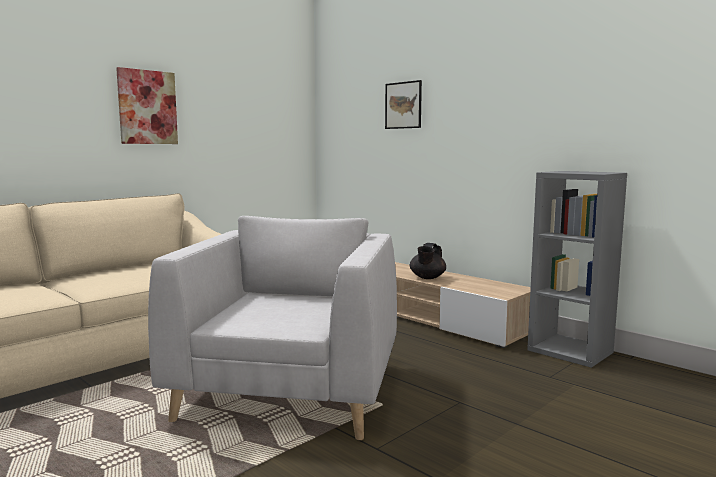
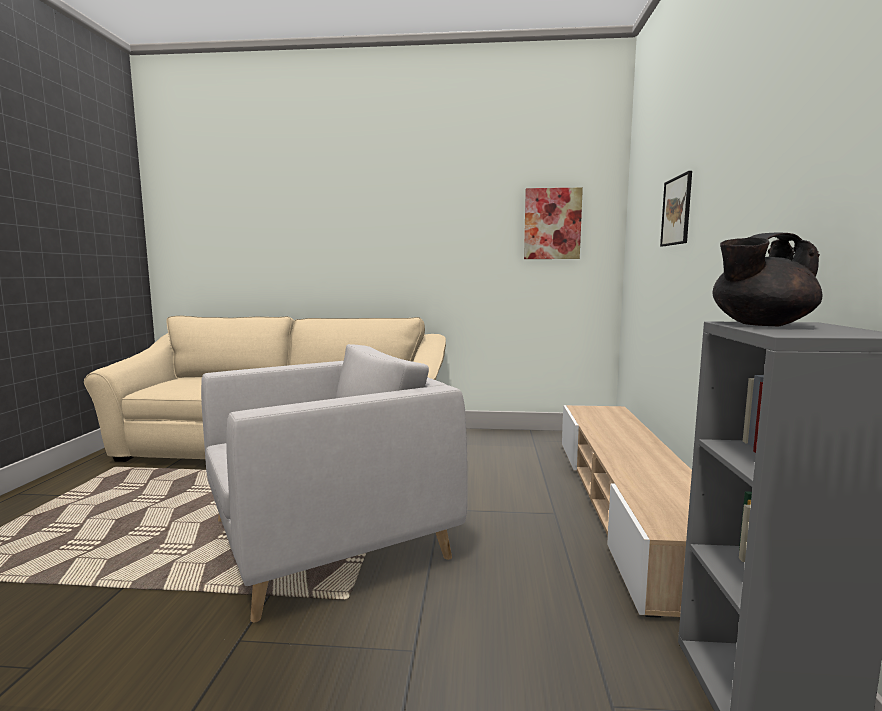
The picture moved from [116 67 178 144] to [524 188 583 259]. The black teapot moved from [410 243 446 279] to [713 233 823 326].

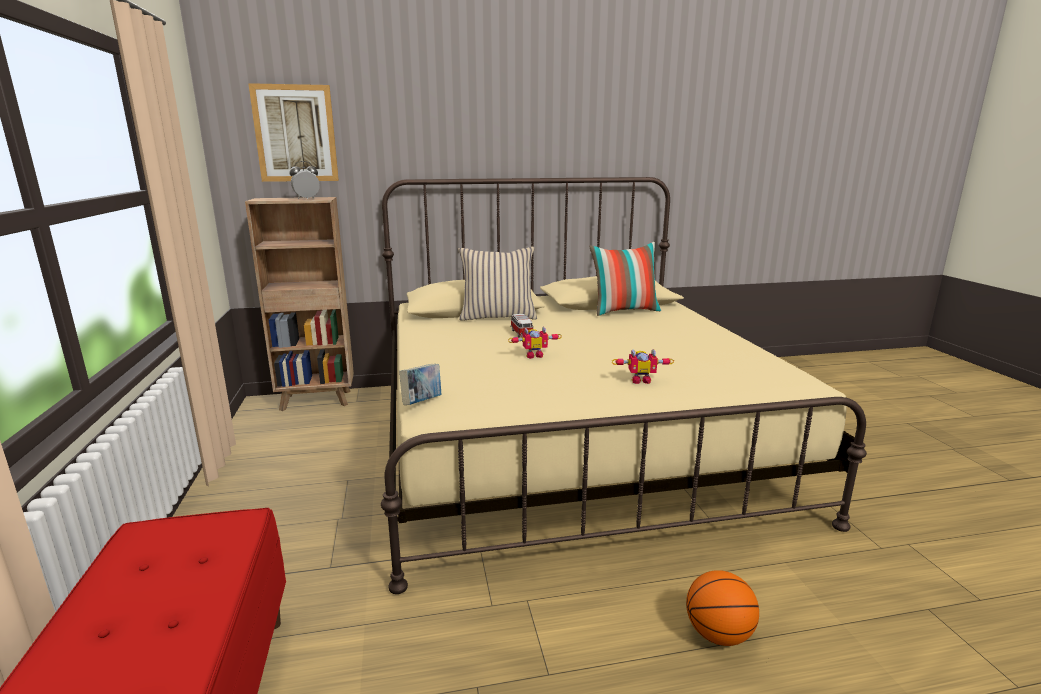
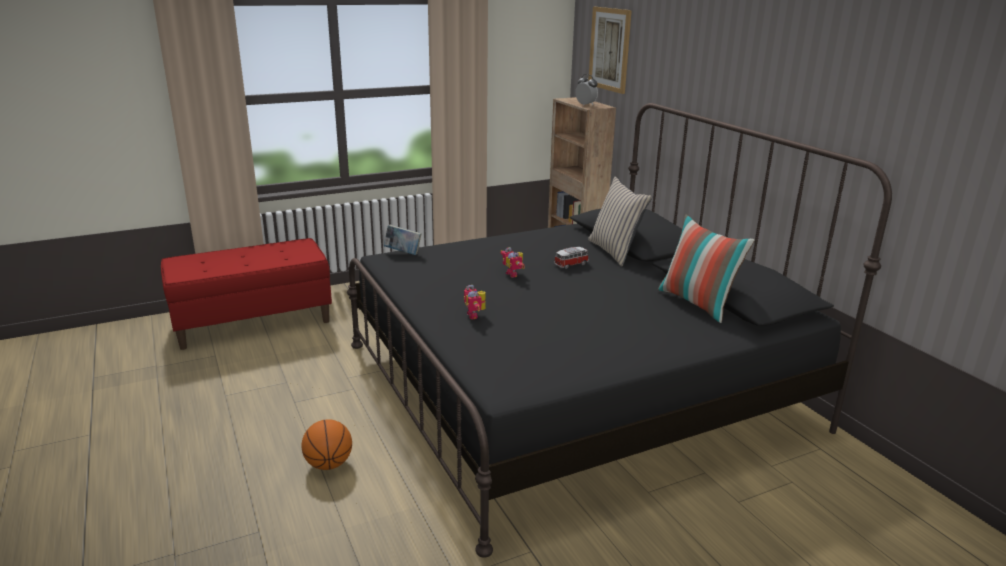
The beige bed at [381 177 867 594] became the black bed at [347 103 892 558].

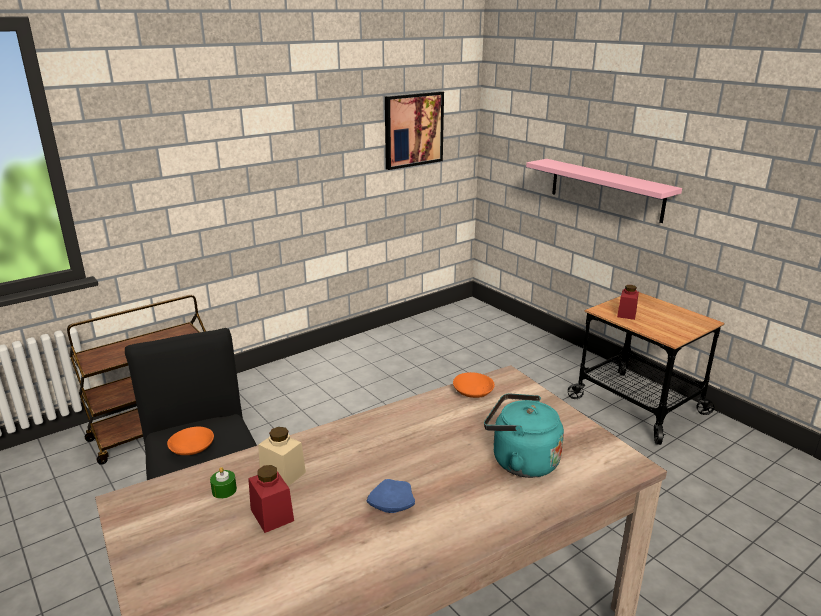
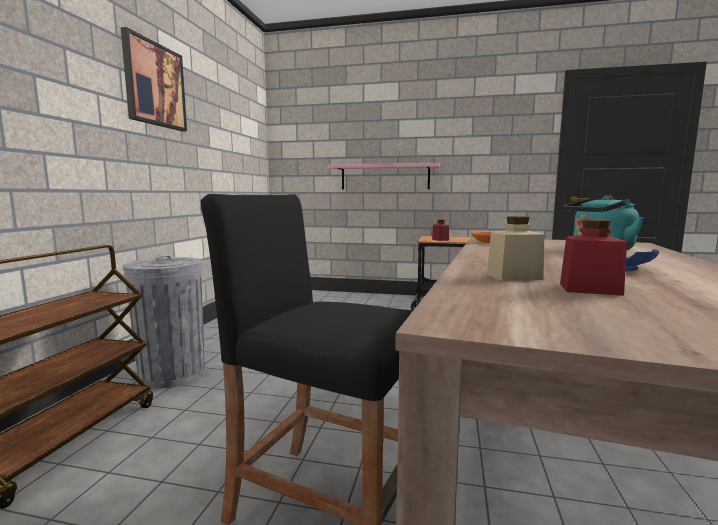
The picture moved from [385 91 444 170] to [121 27 187 131]. The orange bowl at [167 427 214 455] disappeared. The green candle at [210 467 237 499] disappeared. The grey trash can at [123 256 205 389] appeared.

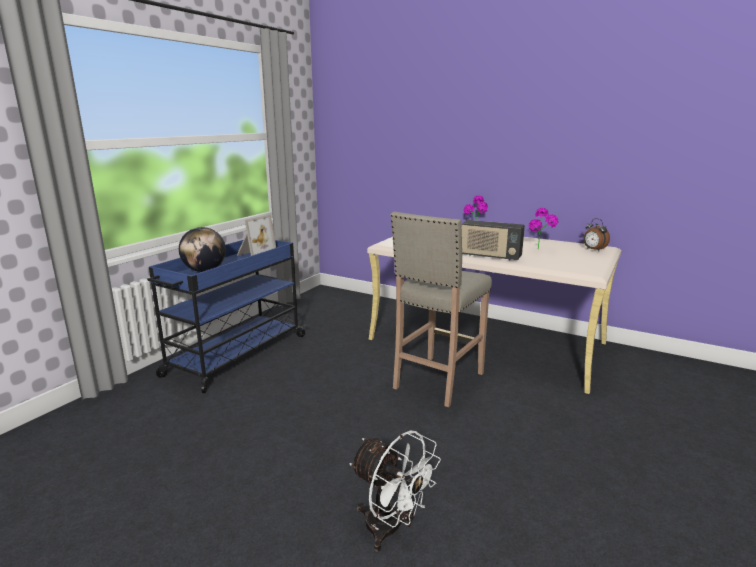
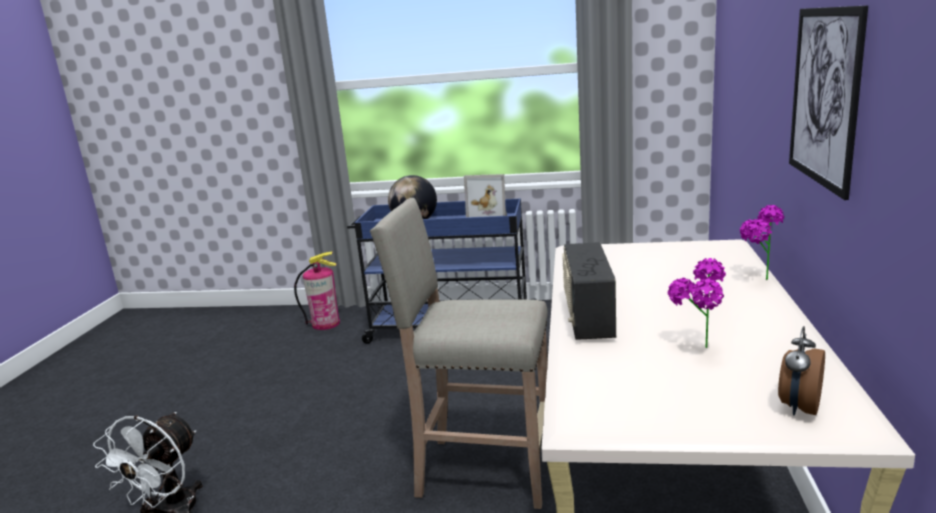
The picture at [789 5 868 200] appeared. The fire extinguisher at [294 252 340 330] appeared.

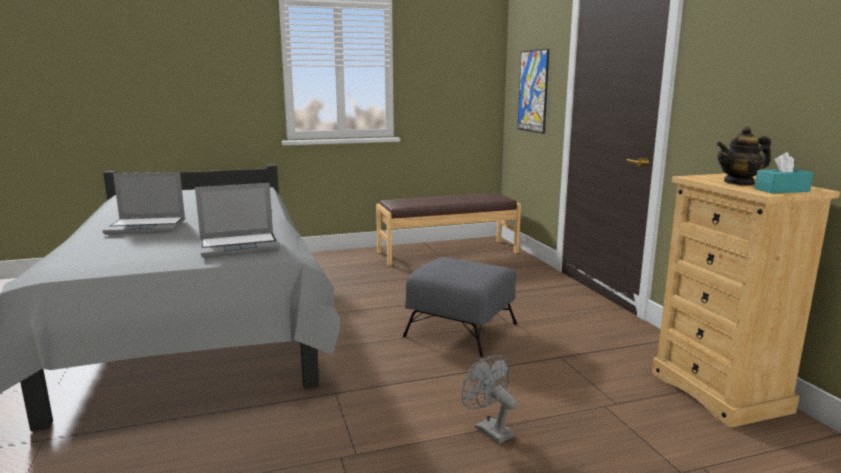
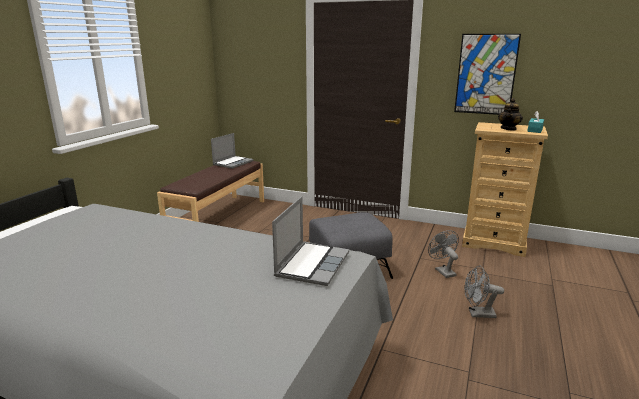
The picture moved from [517 49 549 134] to [454 34 521 115]. The laptop moved from [102 172 185 235] to [211 133 254 169]. The grey fan at [428 230 459 278] appeared.

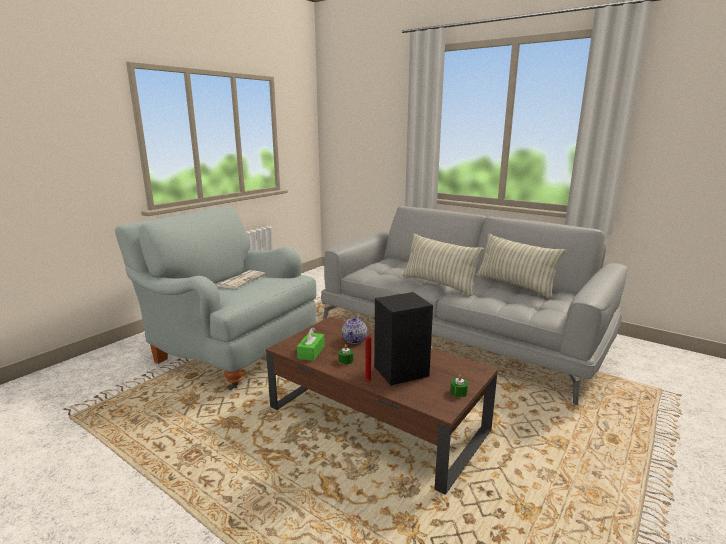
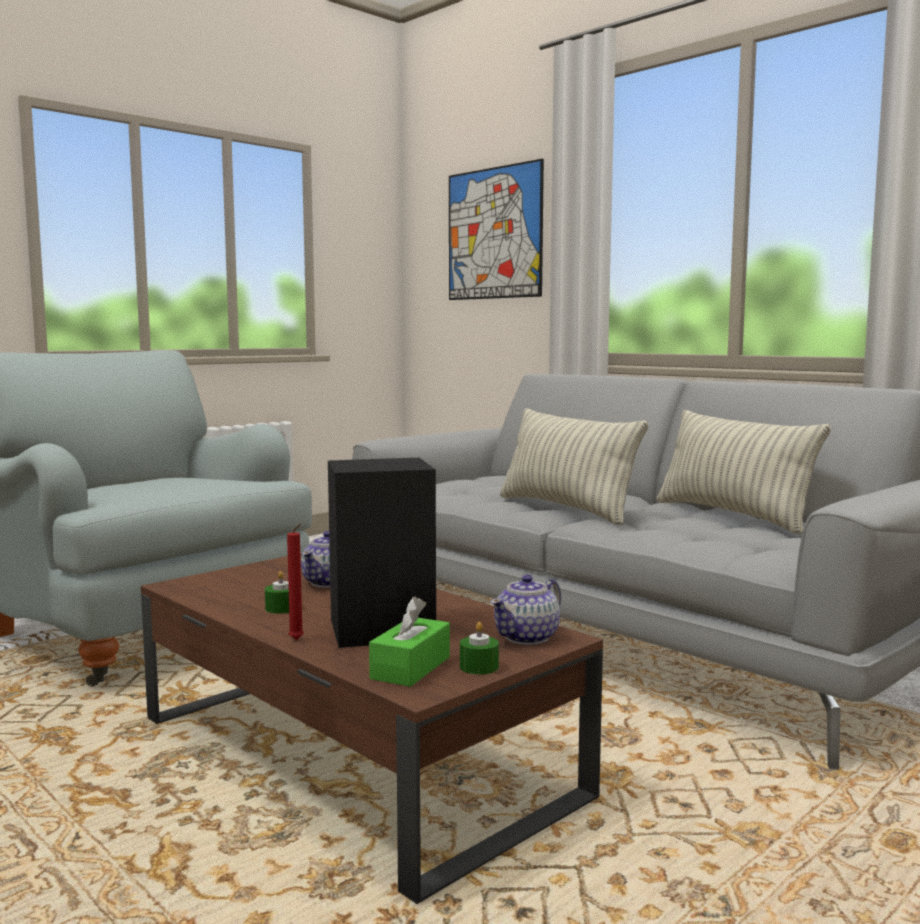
The newspaper at [218 270 265 289] disappeared. The green tissue box moved from [297 327 325 361] to [369 596 450 687]. The picture at [449 159 544 300] appeared. The teapot at [490 575 561 645] appeared.

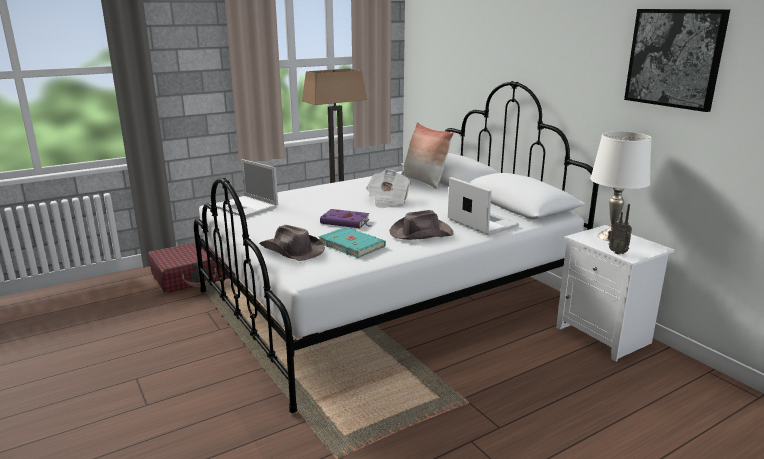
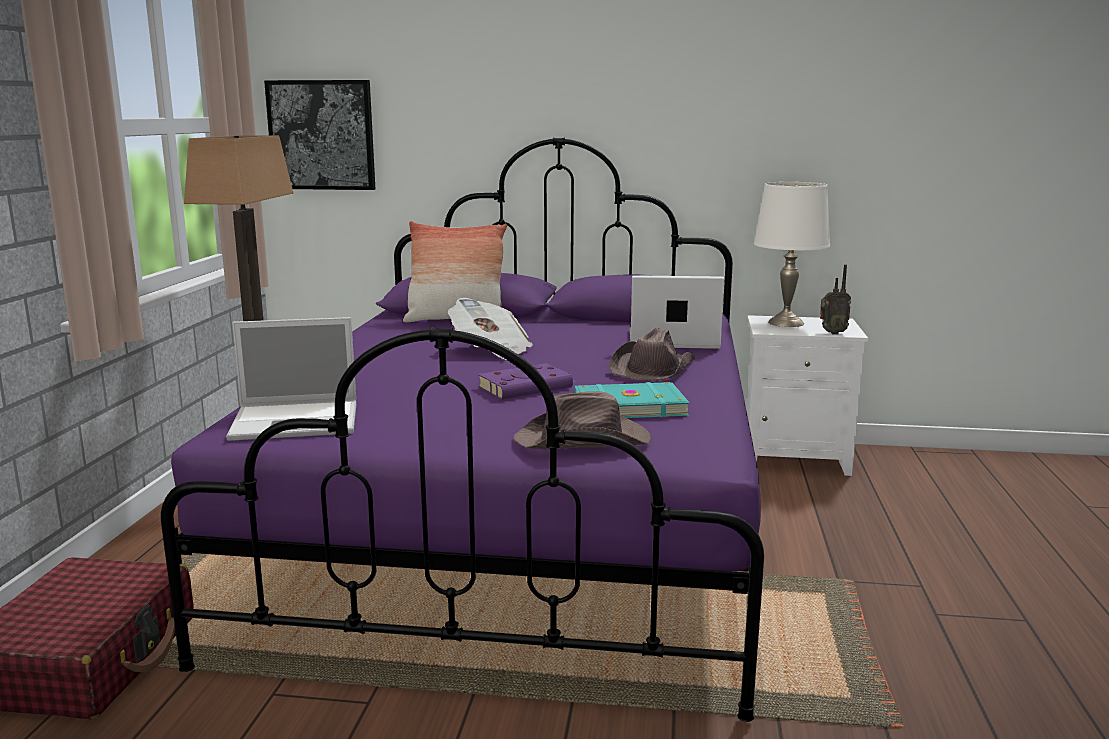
The picture moved from [624 9 730 112] to [264 80 375 190]. The white bed at [194 81 599 413] became the purple bed at [161 137 764 722].

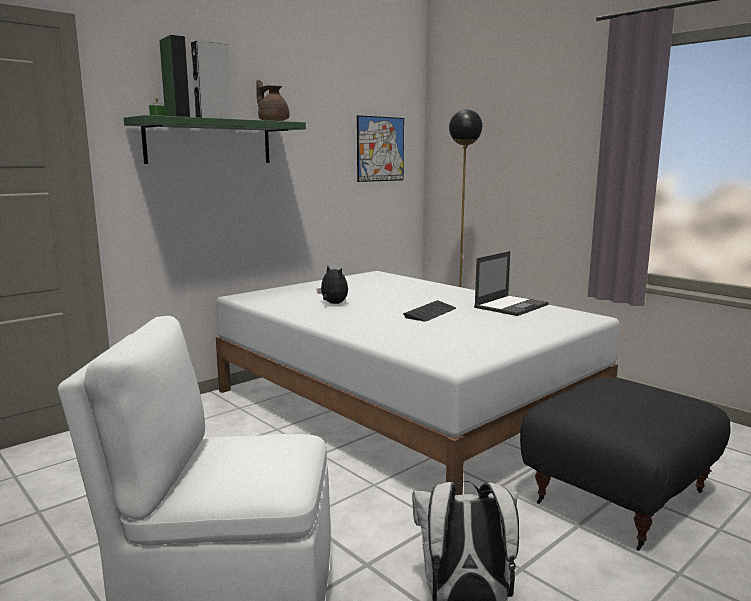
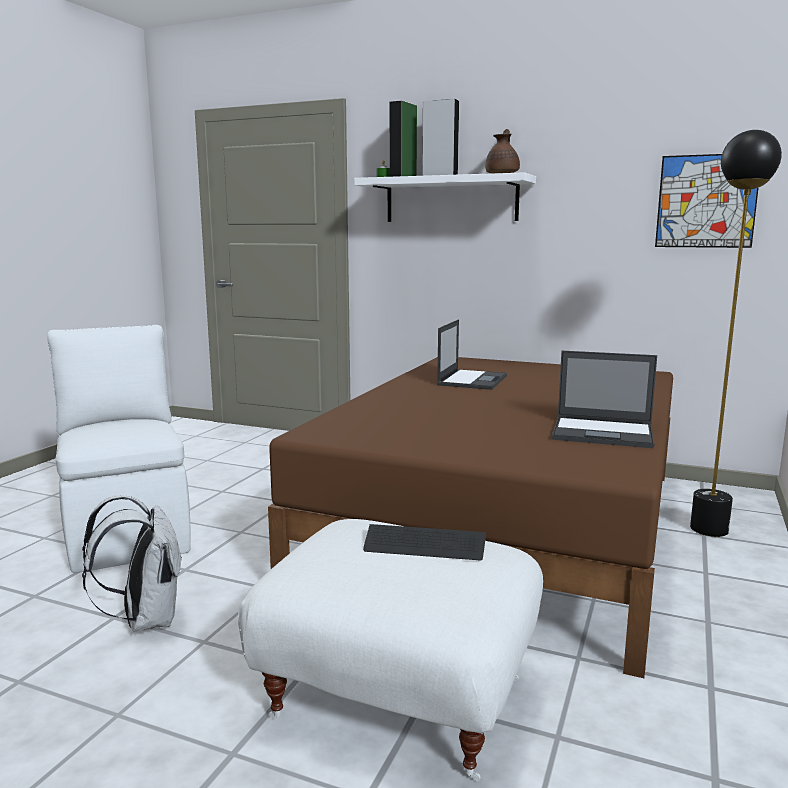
The green shelf at [124 115 306 164] became the white shelf at [354 172 536 222]. The plush toy at [317 266 348 304] was replaced by the laptop at [437 319 507 390]. The white bed at [216 271 620 495] became the brown bed at [268 357 673 678]. The keyboard moved from [403 300 456 322] to [363 524 486 560]. The black ottoman at [520 377 730 551] became the white ottoman at [238 519 543 782].

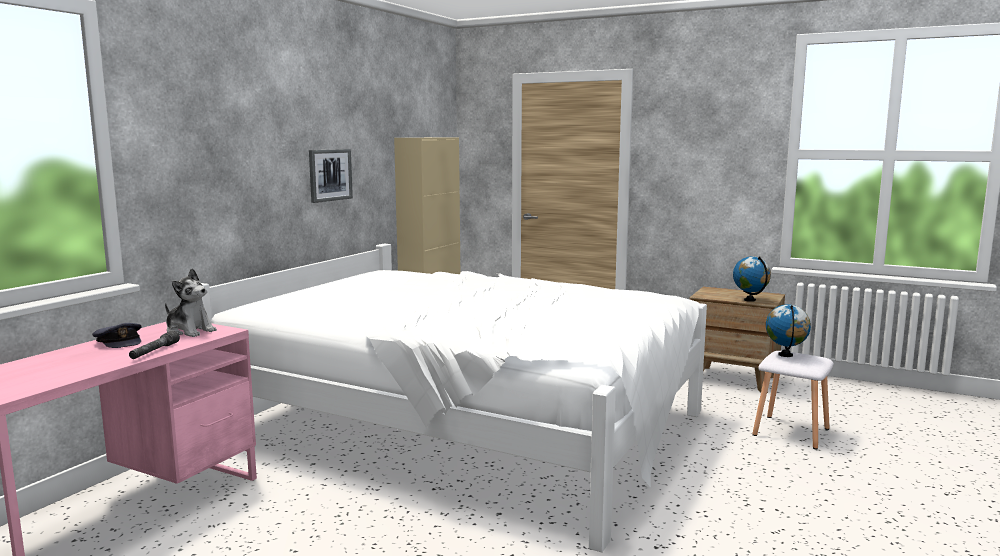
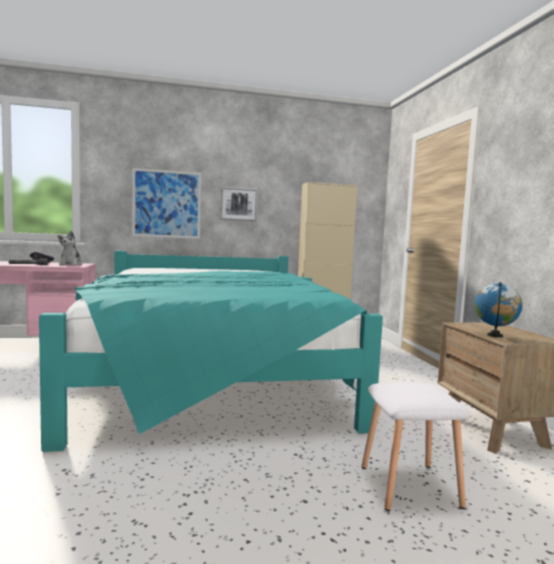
The white bed at [201 244 707 552] became the turquoise bed at [39 251 383 452]. The globe at [766 304 811 357] disappeared. The picture at [132 168 201 239] appeared.

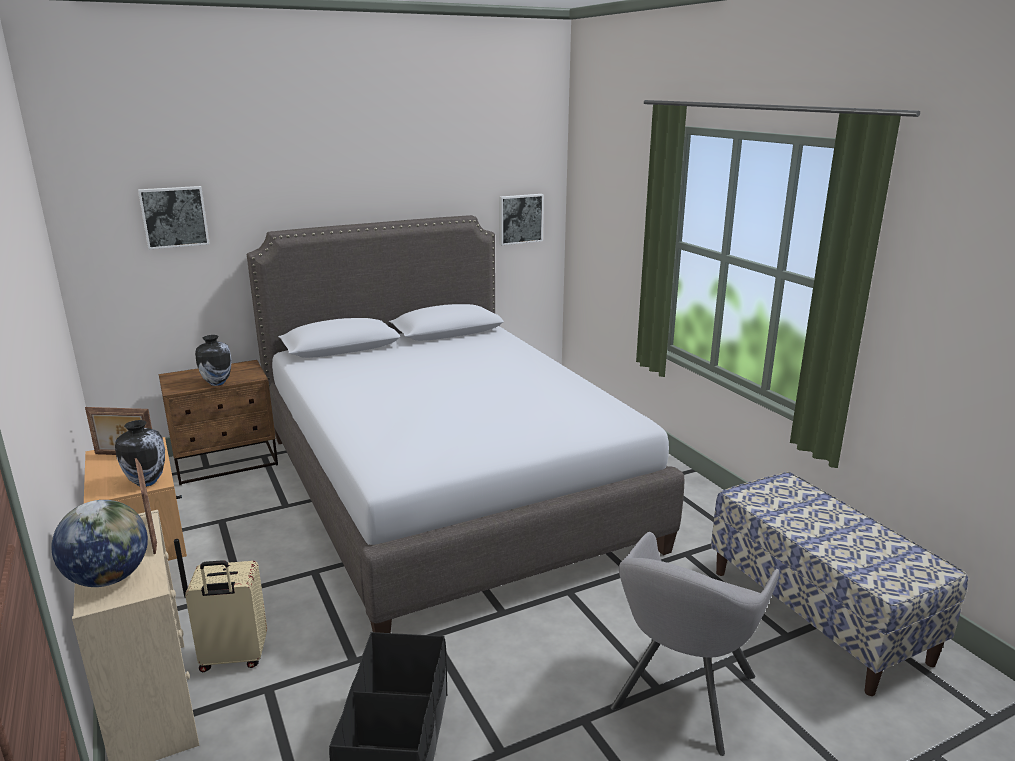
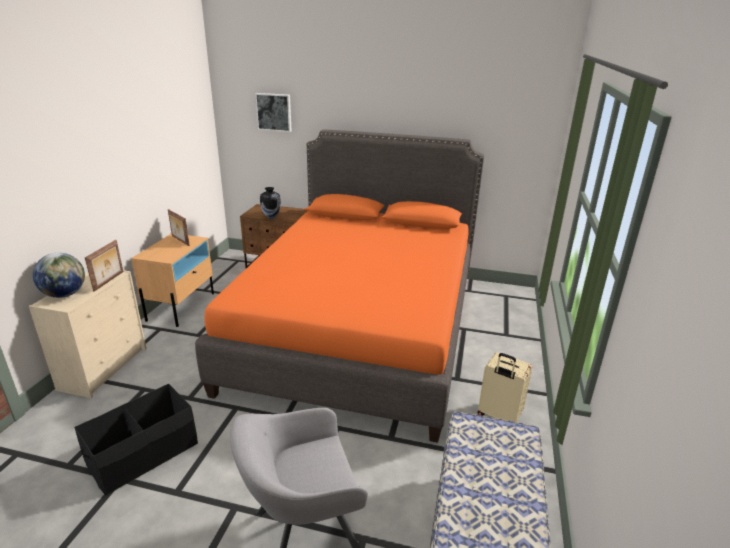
The picture at [499 194 544 245] disappeared. The grey bed at [247 215 684 633] became the orange bed at [195 129 484 443]. The vase at [115 420 165 487] disappeared. The beige suitcase moved from [185 560 267 672] to [478 352 533 422].

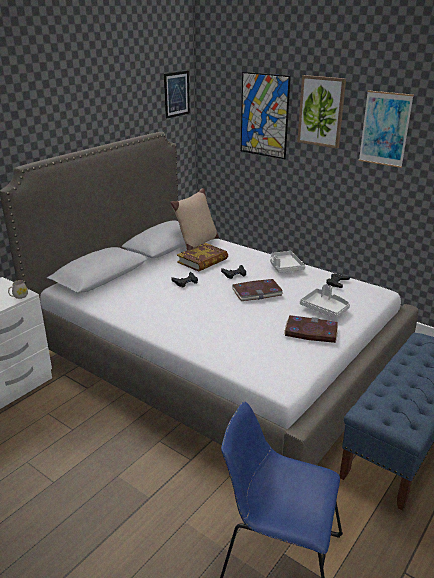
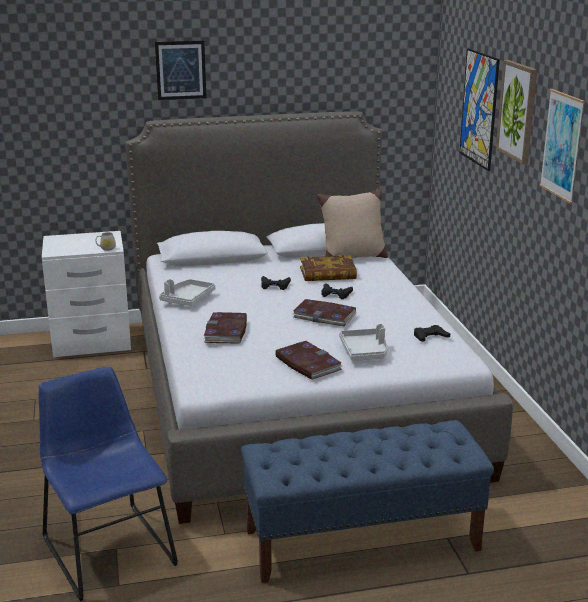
The picture moved from [164 71 190 119] to [155 41 206 100]. The grey tray moved from [270 251 305 273] to [159 279 215 306]. The book at [204 312 247 344] appeared.

